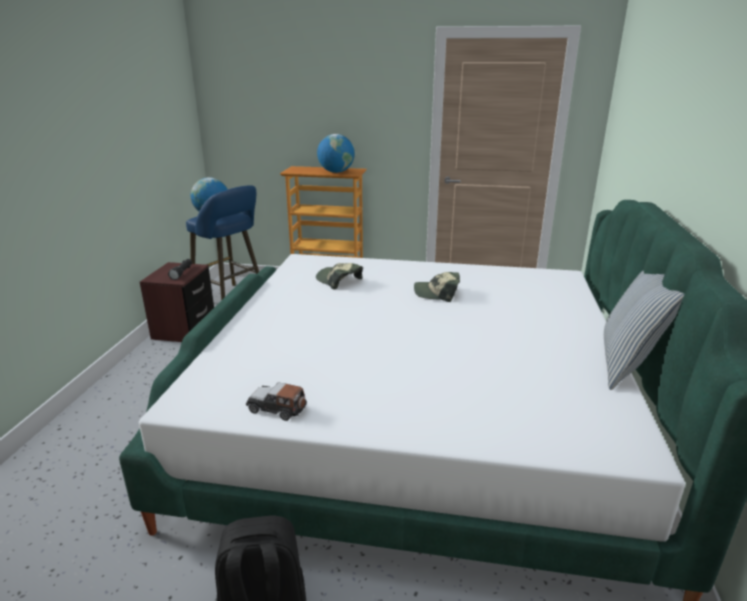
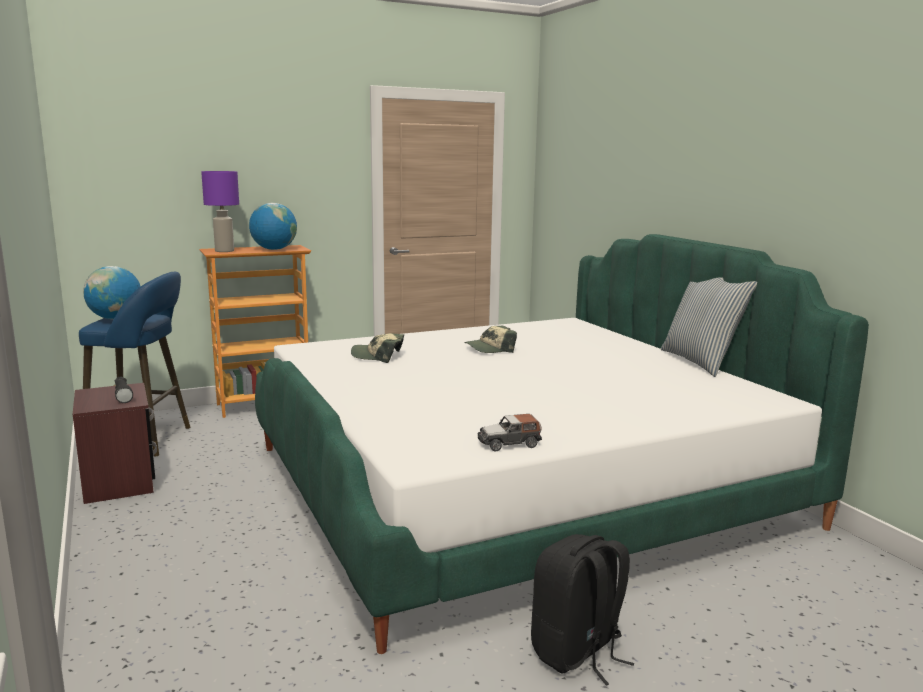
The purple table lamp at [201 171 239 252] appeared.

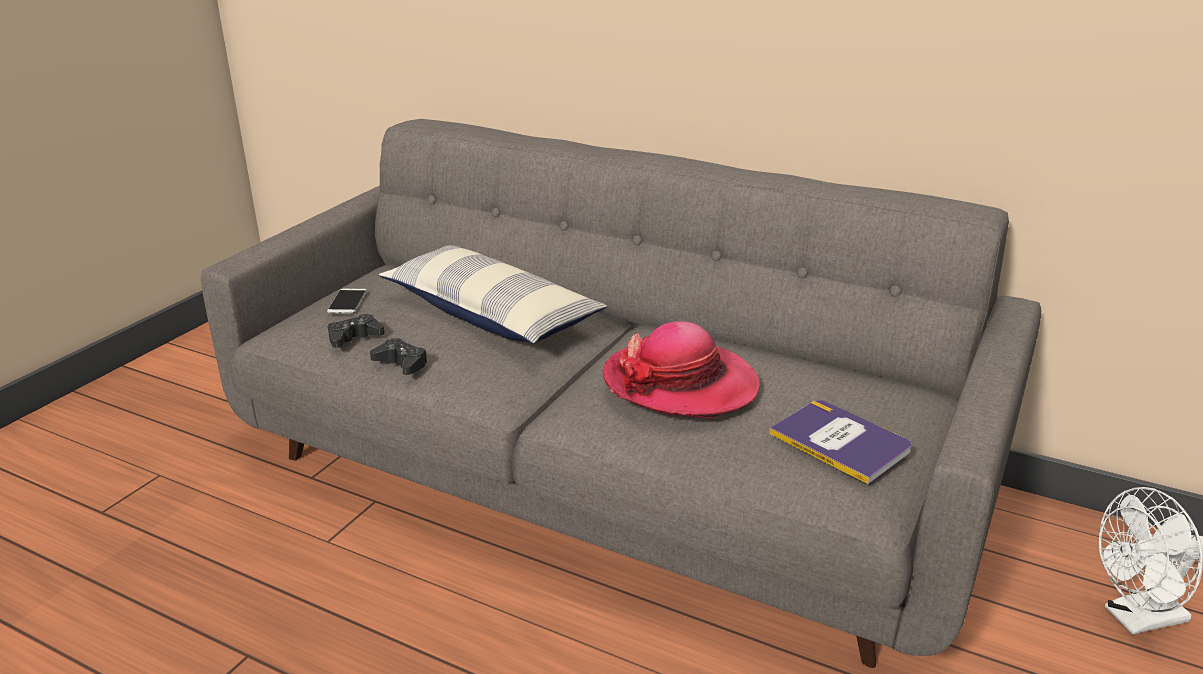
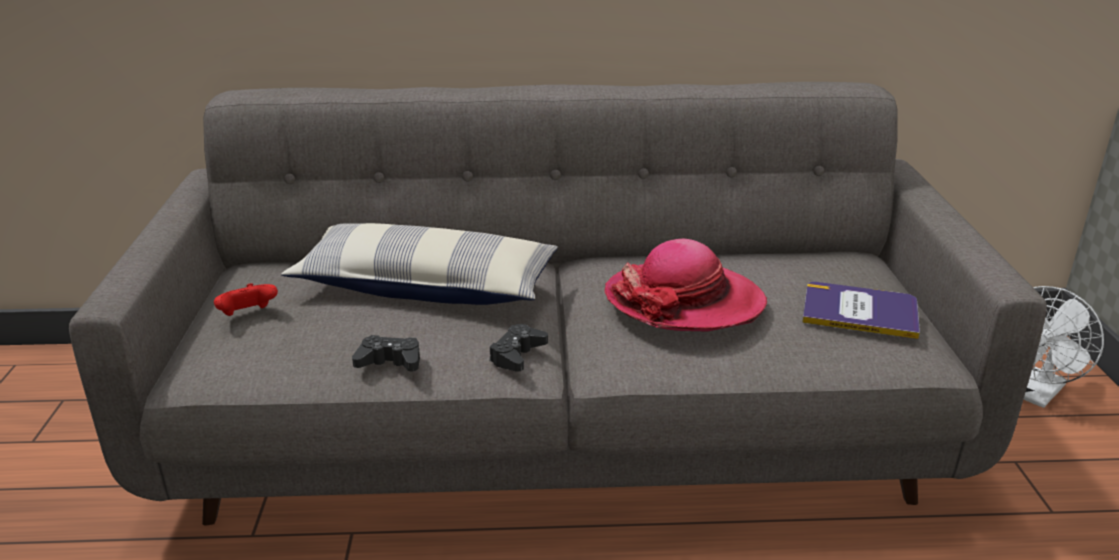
The phone at [327 288 367 314] was replaced by the red game controller at [214 283 278 316]. The black game controller moved from [328 314 385 348] to [489 324 548 372].

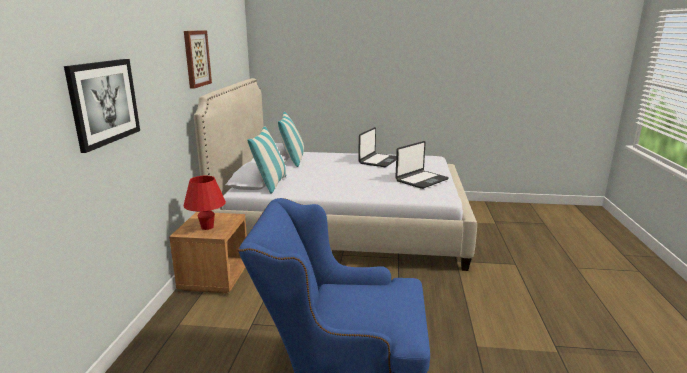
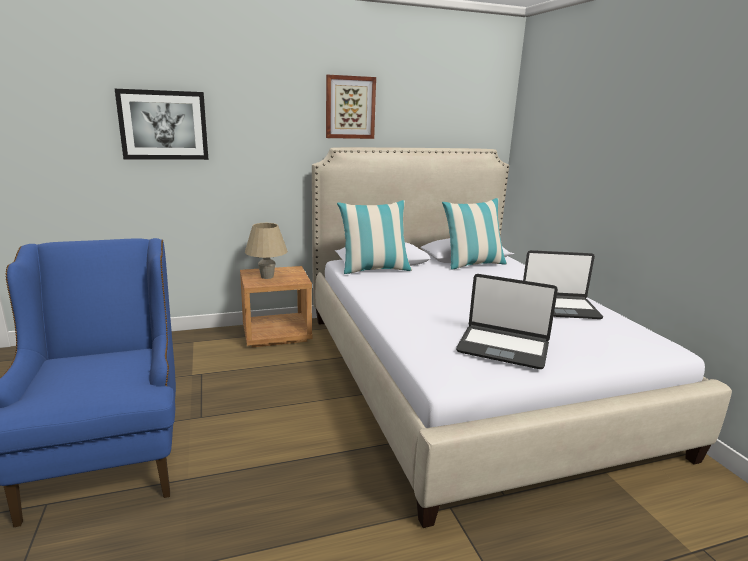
The red table lamp at [183 176 226 230] became the beige table lamp at [245 223 288 279].

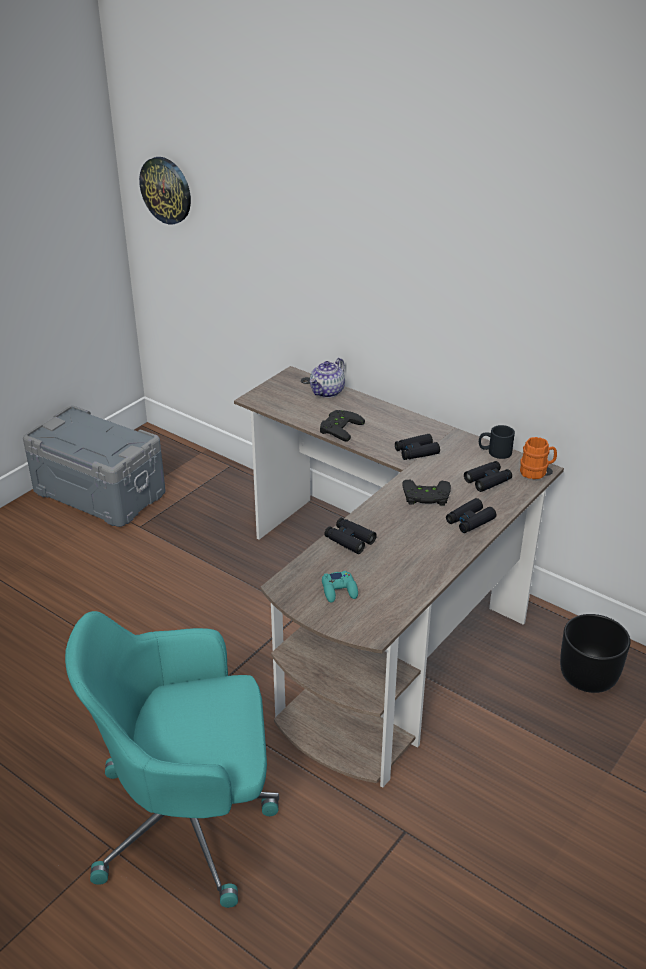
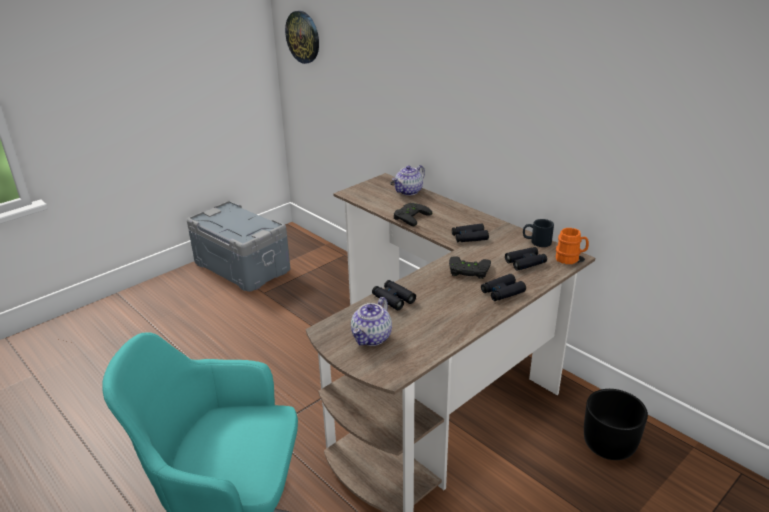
The turquoise game controller at [322 571 358 603] was replaced by the teapot at [351 297 392 346].

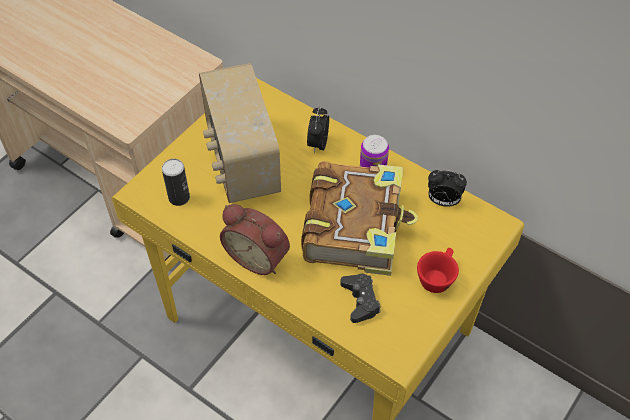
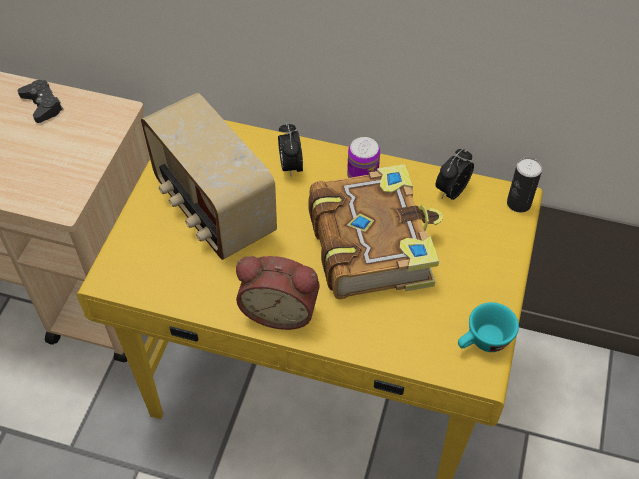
The can moved from [162 159 190 206] to [507 157 542 212]. The alarm clock at [428 170 467 207] turned 135 degrees clockwise. The red cup at [417 248 459 293] disappeared. The black game controller moved from [340 274 380 323] to [18 80 64 123]. The turquoise cup at [458 302 519 352] appeared.

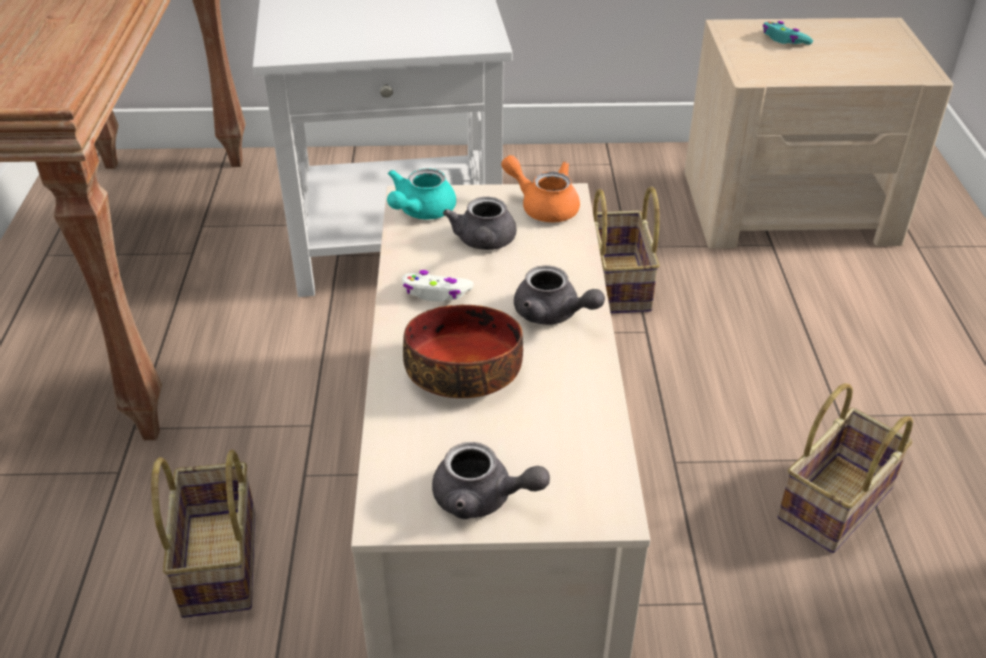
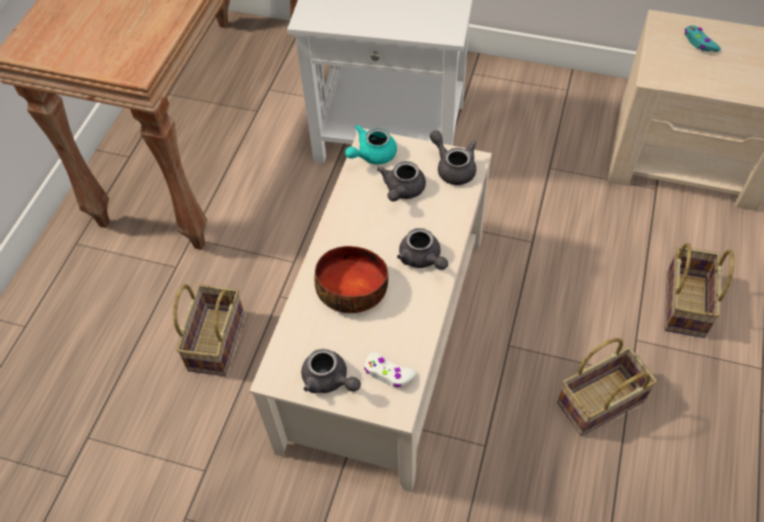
The orange teapot at [501 155 580 222] became the grey teapot at [430 130 476 185]. The basket moved from [593 186 660 313] to [664 243 734 338]. The white game controller moved from [402 270 474 302] to [364 352 416 387].

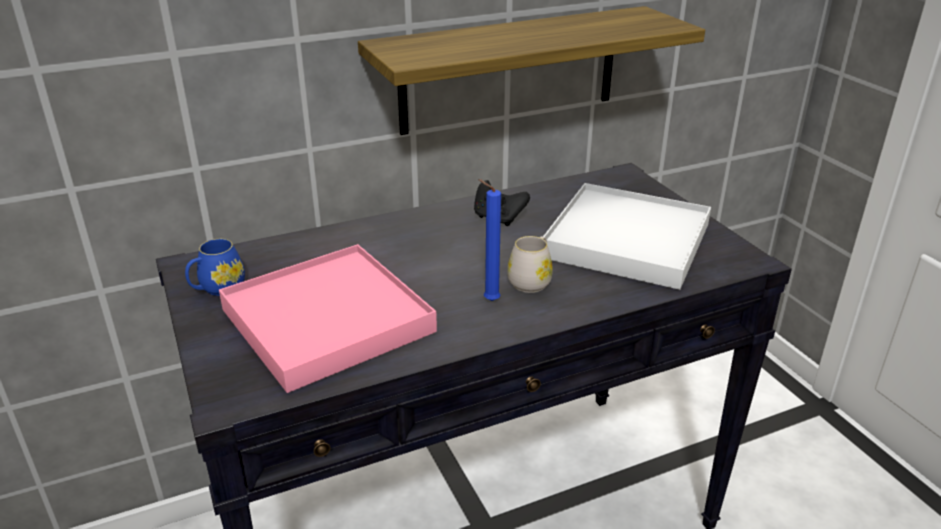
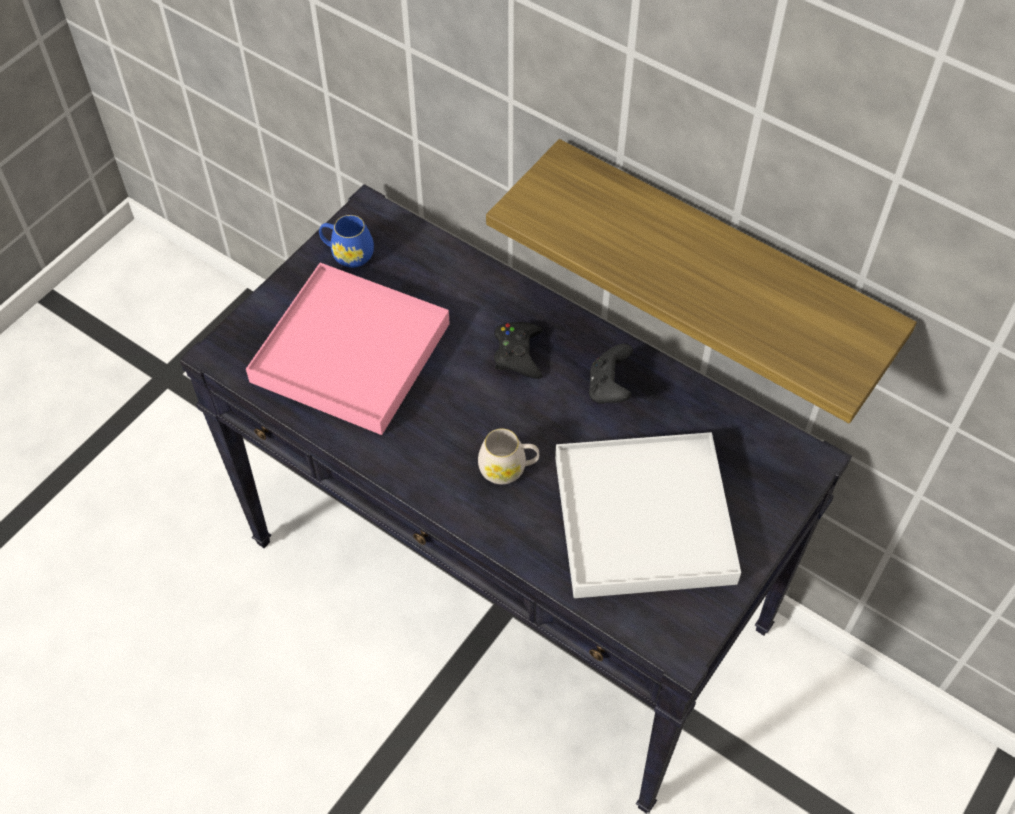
The blue candle at [479 179 501 301] disappeared. The black game controller at [494 322 542 379] appeared.

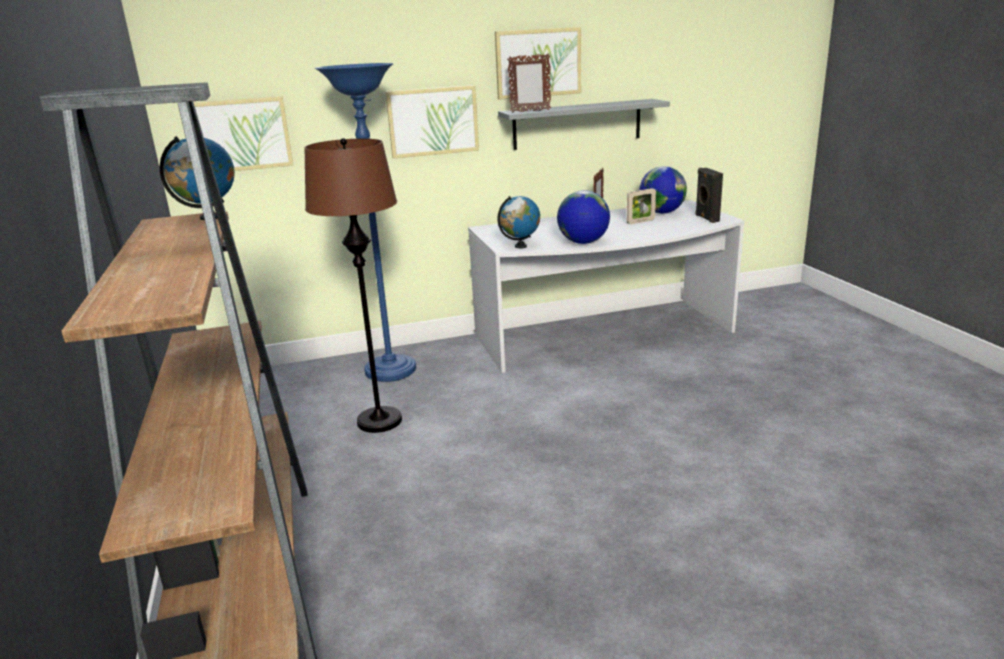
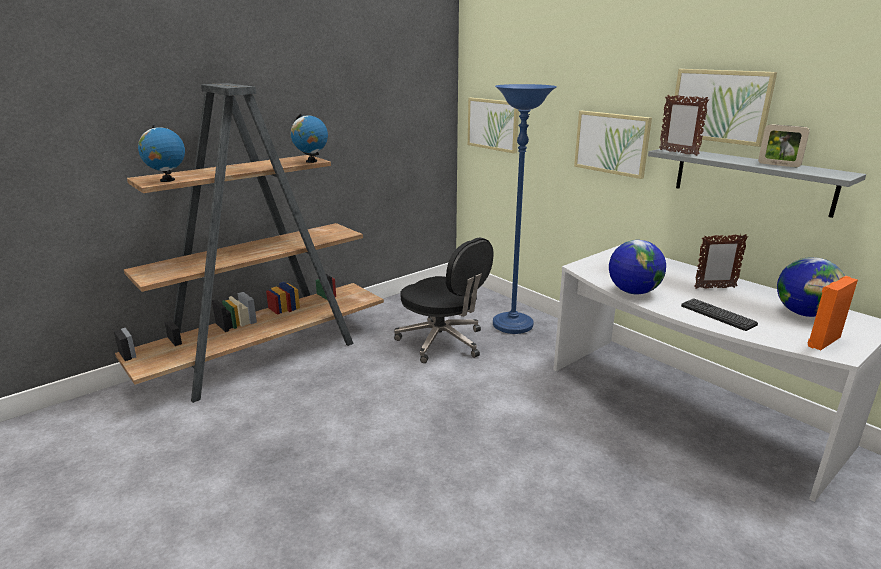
The brown floor lamp at [304 138 402 433] was replaced by the black office chair at [394 237 494 363]. The black speaker at [695 168 723 223] became the orange speaker at [808 276 858 350]. The picture frame moved from [627 188 656 224] to [758 124 810 167]. The globe moved from [497 196 540 248] to [138 125 185 182]. The keyboard at [681 298 758 331] appeared.

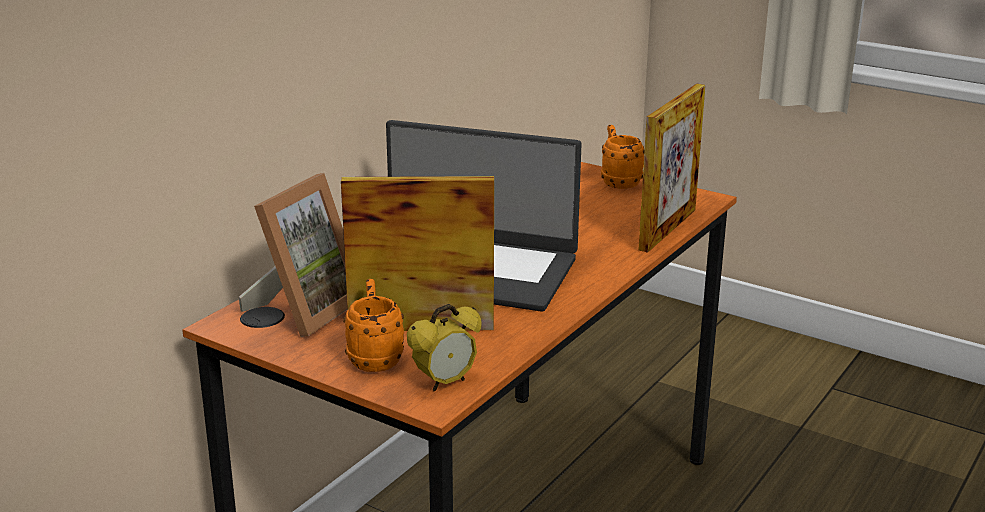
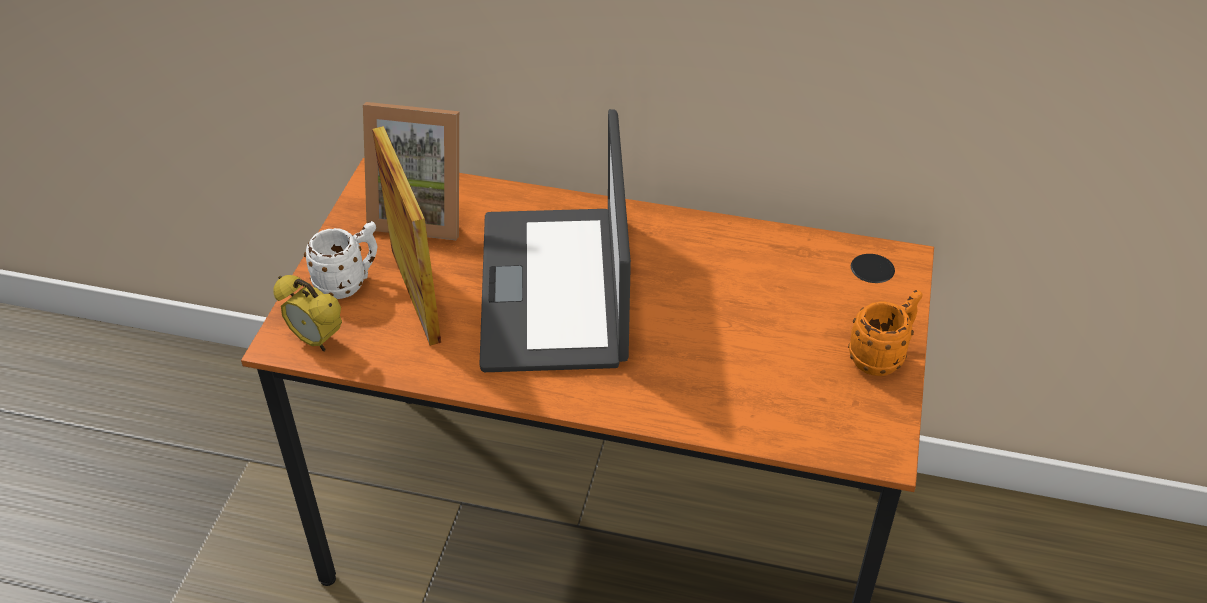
The picture frame at [638 83 706 253] disappeared. The orange mug at [343 279 404 372] became the white mug at [304 221 377 299].

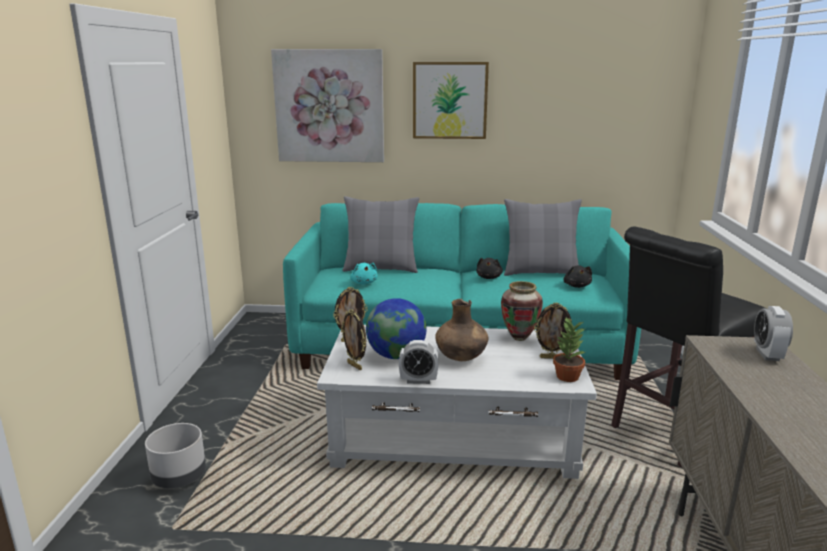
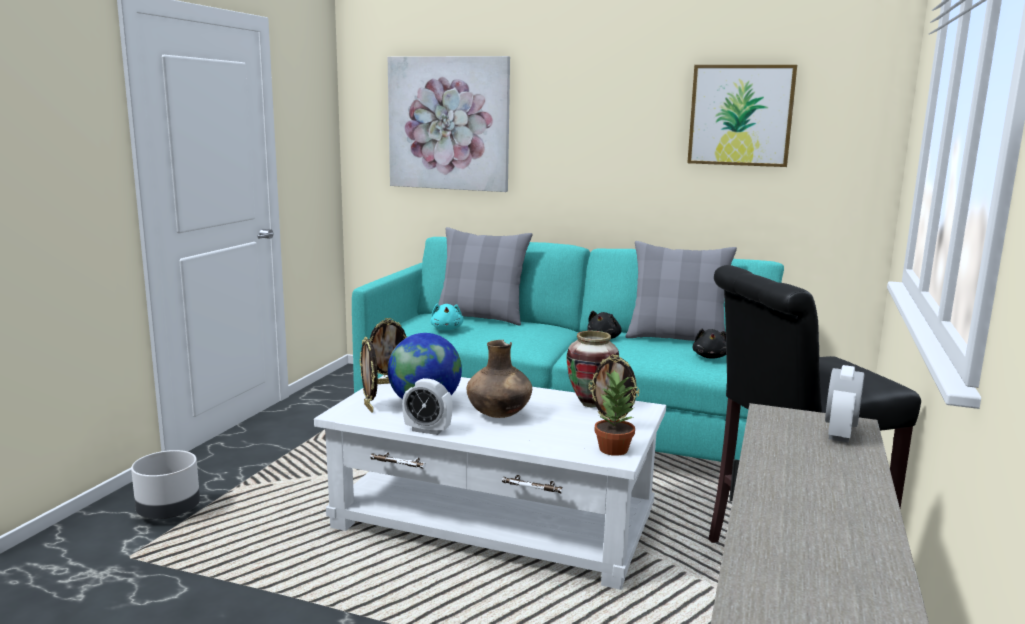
The picture moved from [413 62 489 139] to [687 65 797 167].

